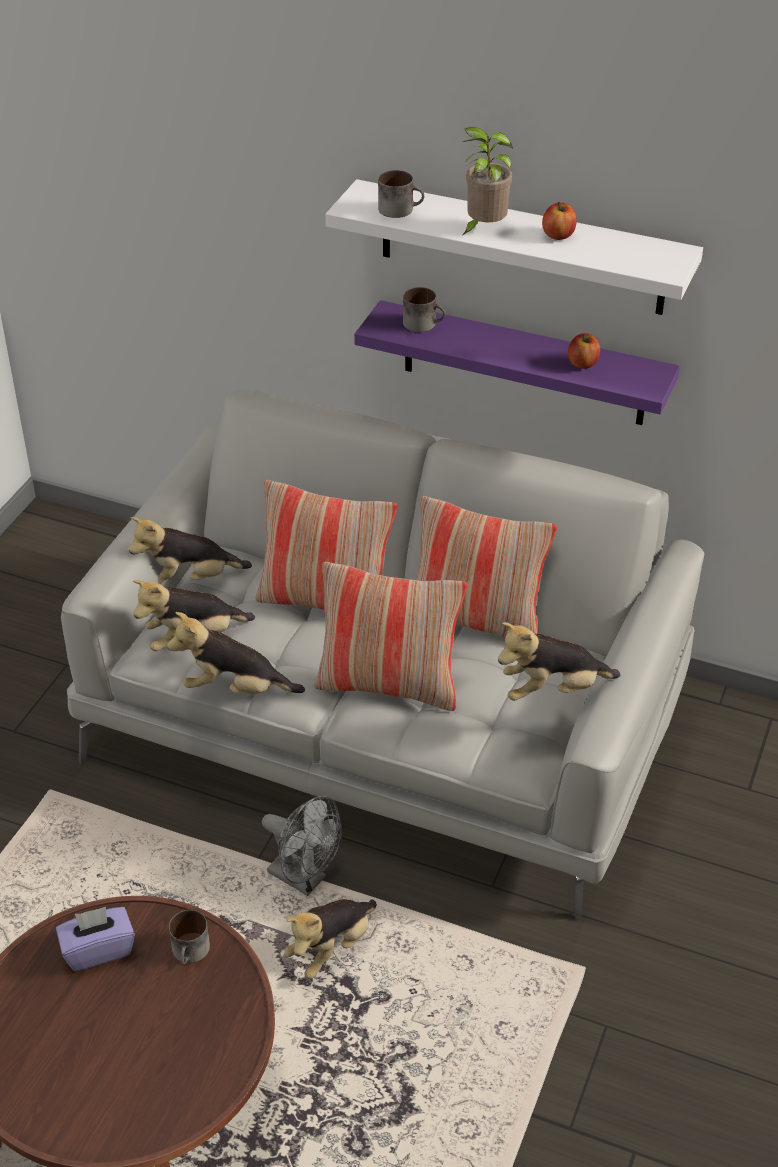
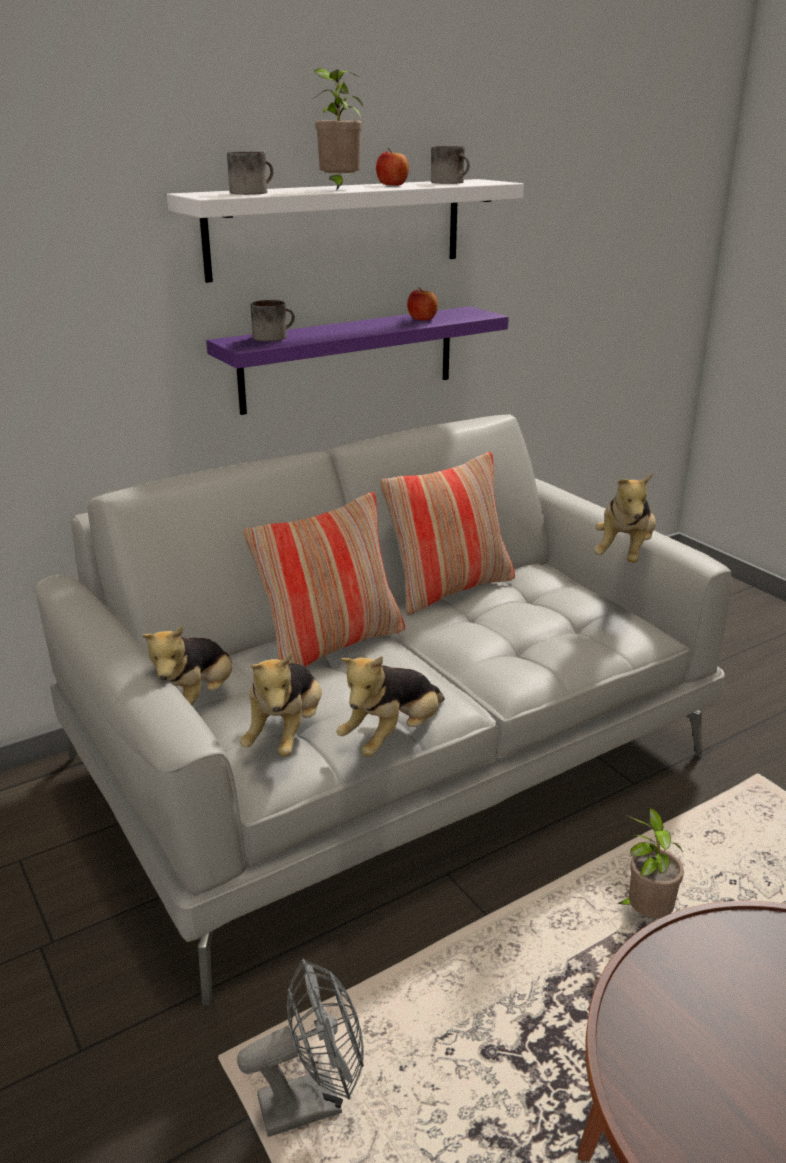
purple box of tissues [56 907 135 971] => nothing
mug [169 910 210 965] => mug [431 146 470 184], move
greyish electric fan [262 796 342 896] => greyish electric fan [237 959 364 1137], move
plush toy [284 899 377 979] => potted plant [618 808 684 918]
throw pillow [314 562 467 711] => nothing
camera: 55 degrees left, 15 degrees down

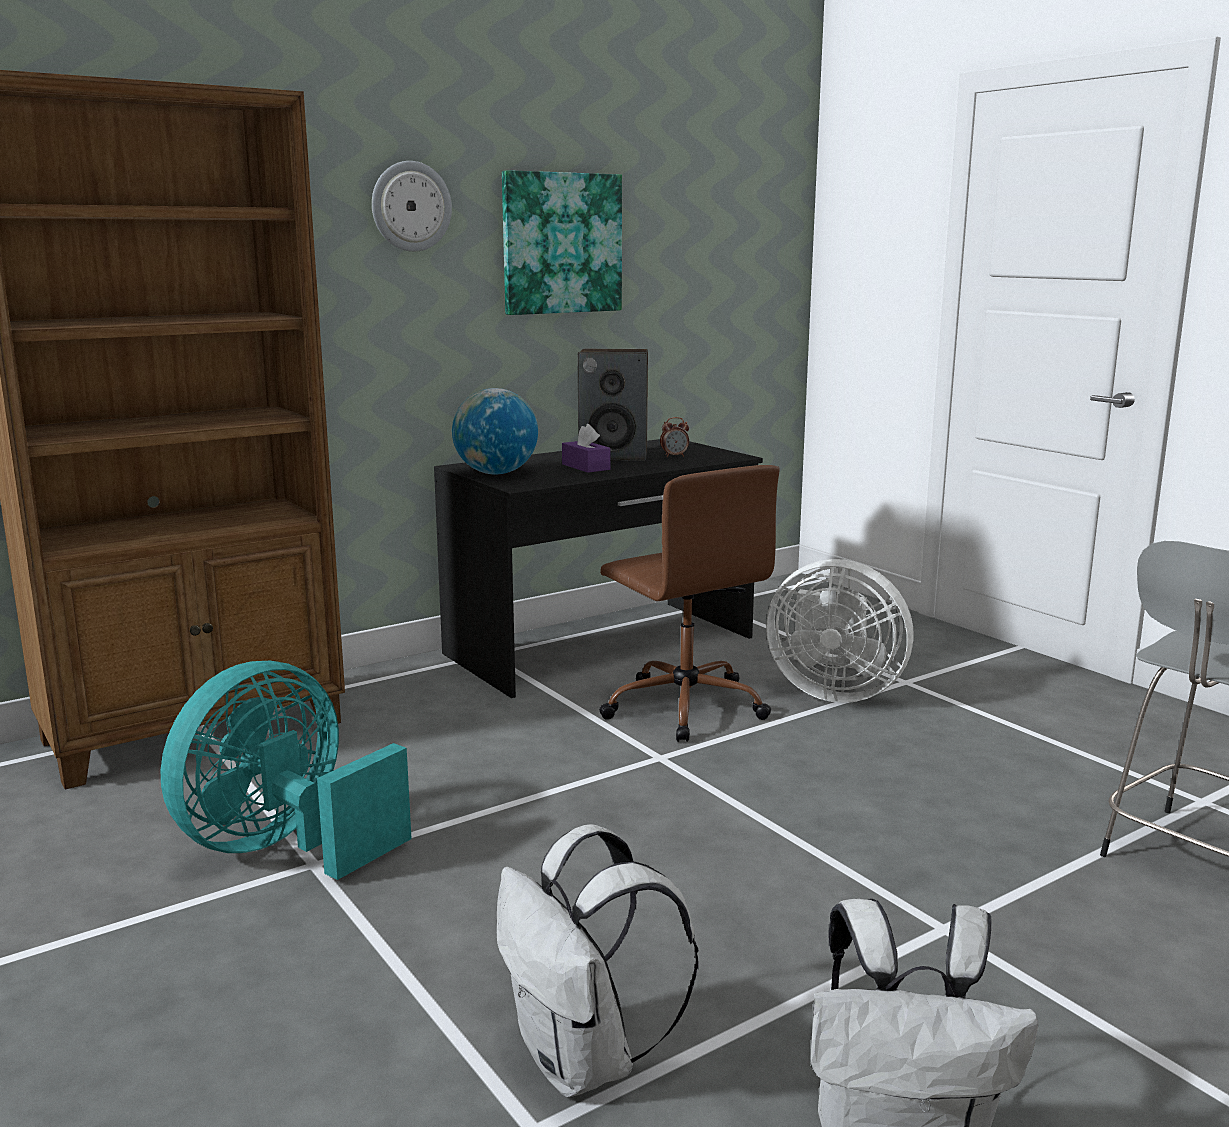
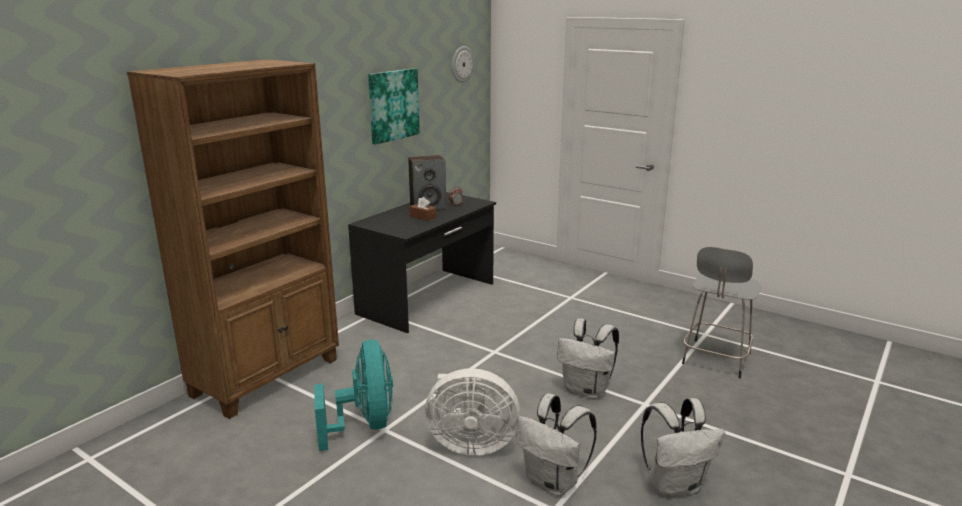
blue-green electric fan [160 661 412 880] => blue-green electric fan [314 340 393 451], 150 degrees clockwise
clock on the wall [372 161 452 252] => clock on the wall [452 46 474 83], move
globe [452 388 538 474] => nothing
purple box of tissues [562 424 611 473] => brown-coloured box of tissues [410 197 436 221]
brown-coloured desk chair [599 465 780 742] => nothing
white electric fan [766 559 914 703] => white electric fan [425 368 520 456], move
nothing => white knapsack [557 319 619 399]
camera: 20 degrees left, 5 degrees up

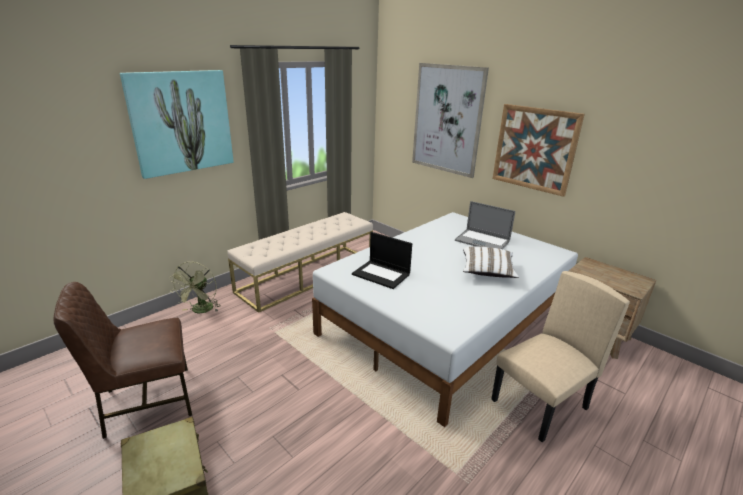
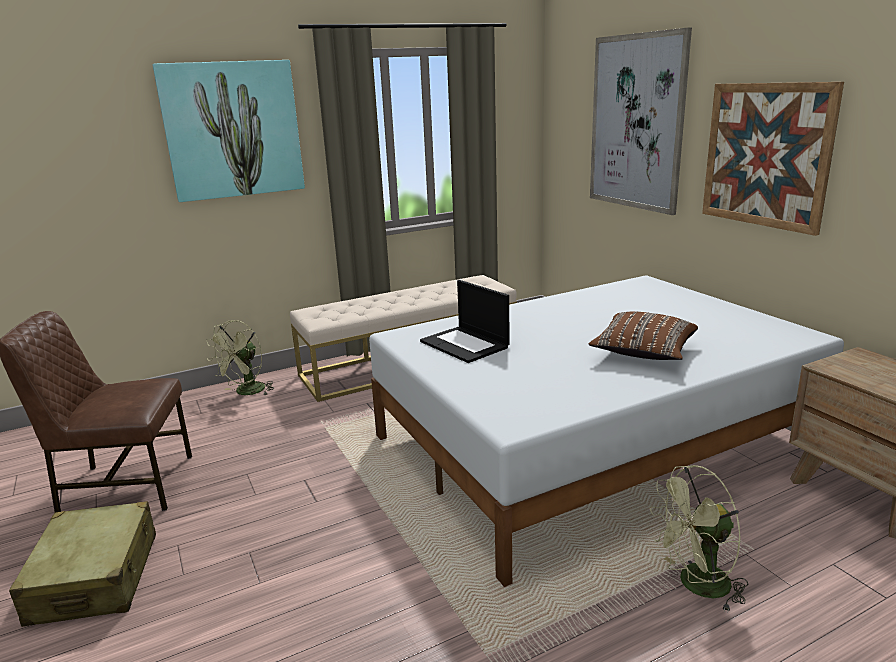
notebook computer [455 201 515 249] => nothing
white throw pillow [463 246 519 278] => brown-coloured throw pillow [589 311 698 360]
beige-coloured plain chair [491 271 630 442] => green electric fan [650 465 748 612]
camera: 20 degrees right, 5 degrees down

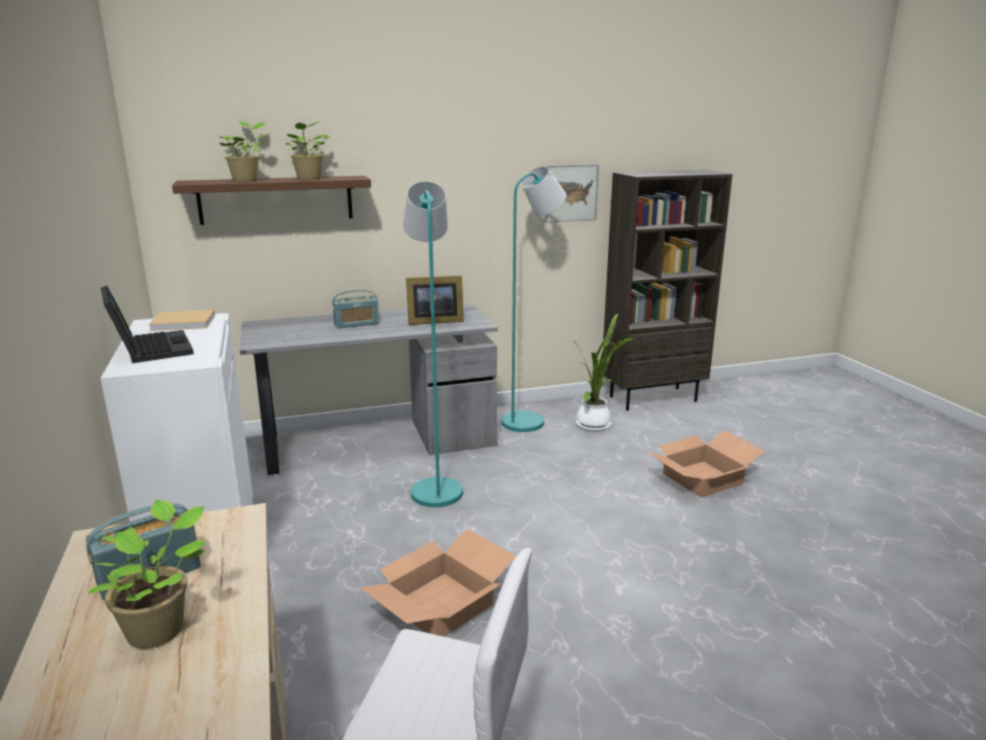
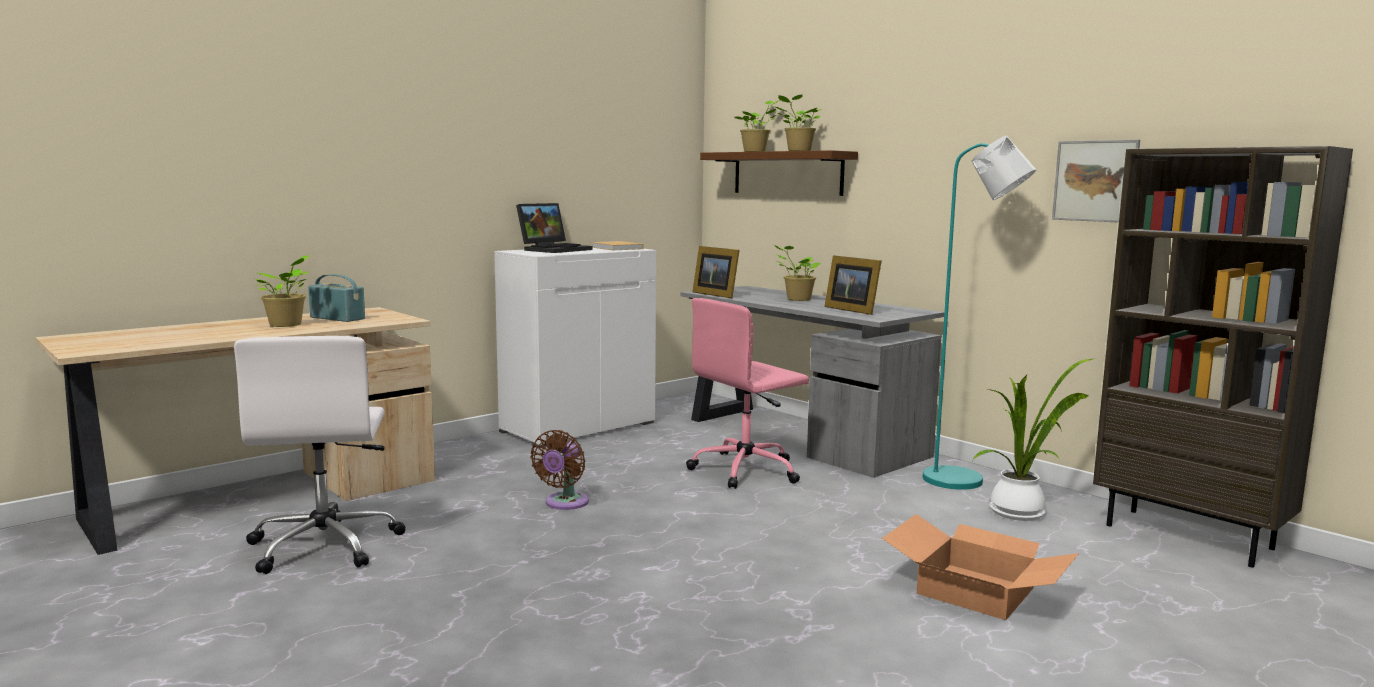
radio set [332 290 379 329] => potted plant [774 245 821 301]
carton [359 528 516 637] => brown-coloured electric fan [530 430 589 510]
blue-green standard lamp [403 181 463 507] => pink desk chair [686 298 809 489]
nothing => picture frame [692 246 740 298]
camera: 65 degrees right, 10 degrees down

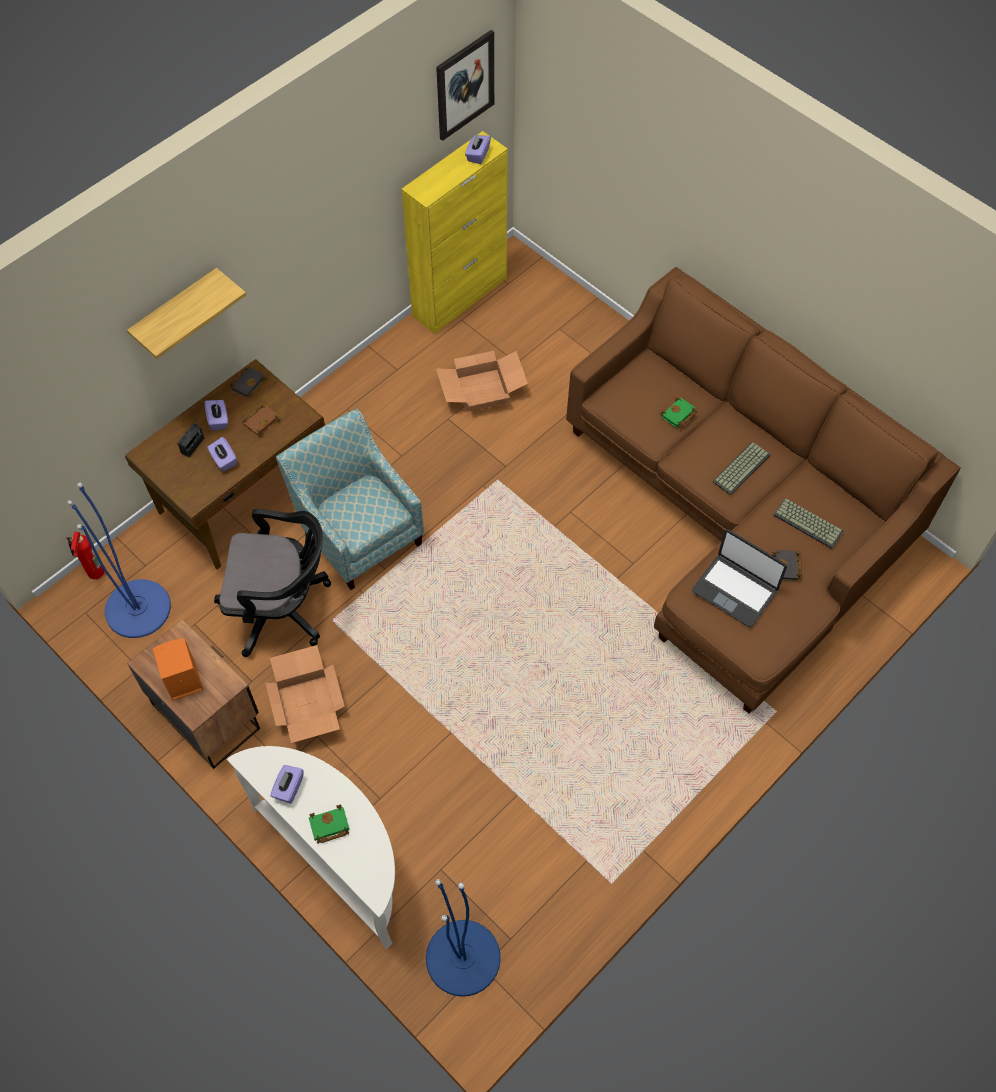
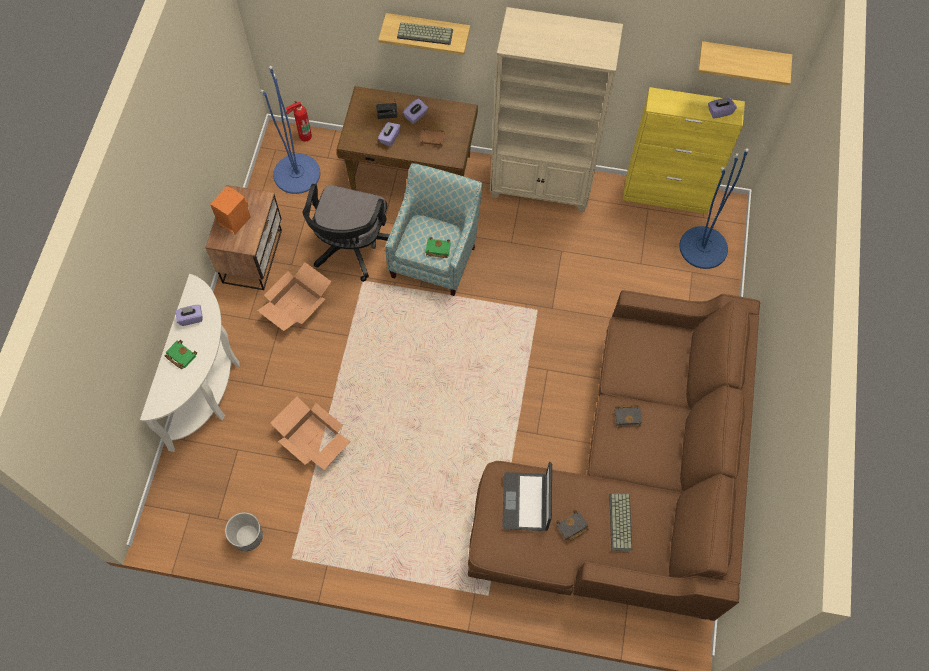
black-coloured desk chair [214 509 331 657] => black-coloured desk chair [303 184 390 282], 45 degrees clockwise
black-coloured volume [229 367 267 398] => black-coloured volume [614 405 642 428], move
bluish standard lamp [426 879 501 997] => bluish standard lamp [679 148 749 269], move
wall art [436 30 494 141] => wall shelf [698 41 792 86]
carton [436 351 528 412] => carton [270 396 351 469], move
green volume [660 397 697 428] => green volume [425 237 451 258], move
PC keyboard [713 442 771 495] => PC keyboard [397 22 453 45], move
nothing => plant pot [225 512 263 551]
nothing => beige-coloured shelving unit [490 7 623 212]
camera: 55 degrees right, 5 degrees up

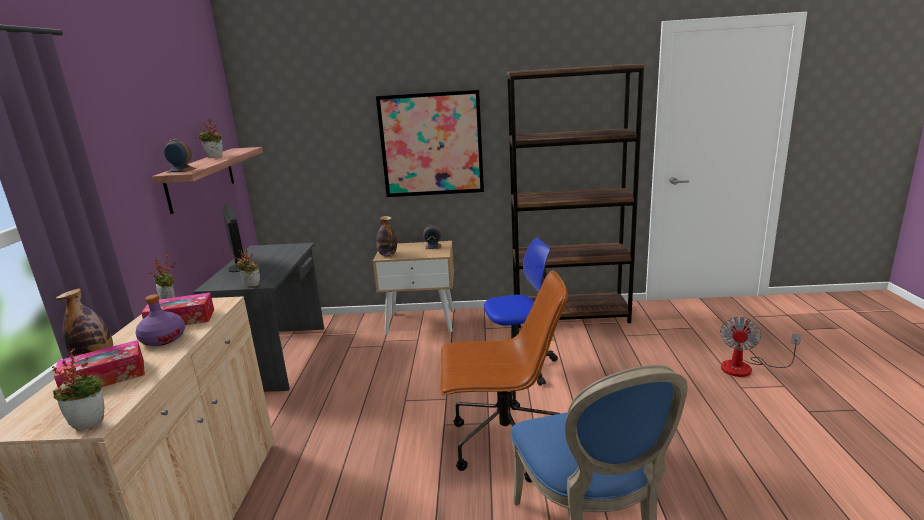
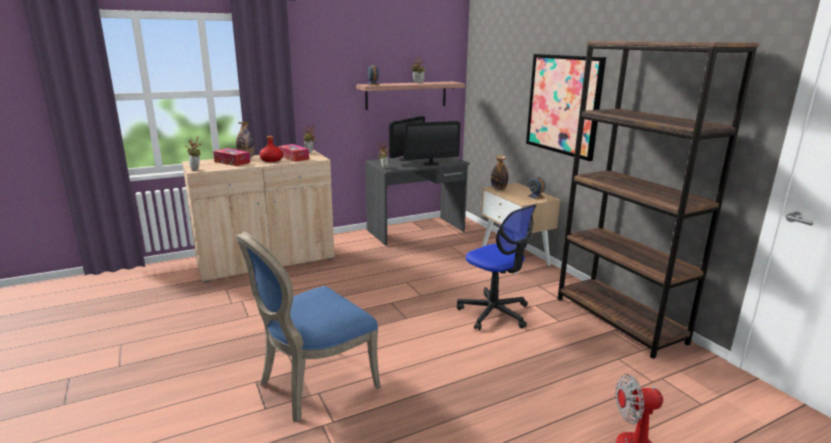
purple drink bottle [135 294 185 346] => red drink bottle [259 136 283 162]
brown-coloured desk chair [440 271 568 483] => nothing
nothing => computer display [404 121 461 166]
camera: 60 degrees right, 0 degrees up

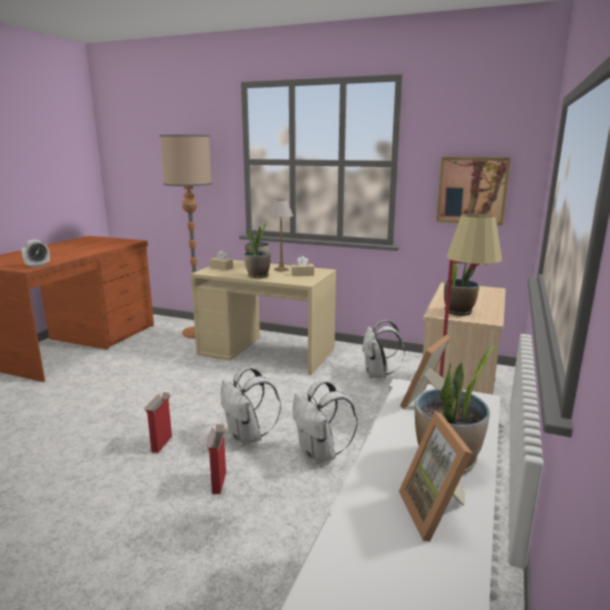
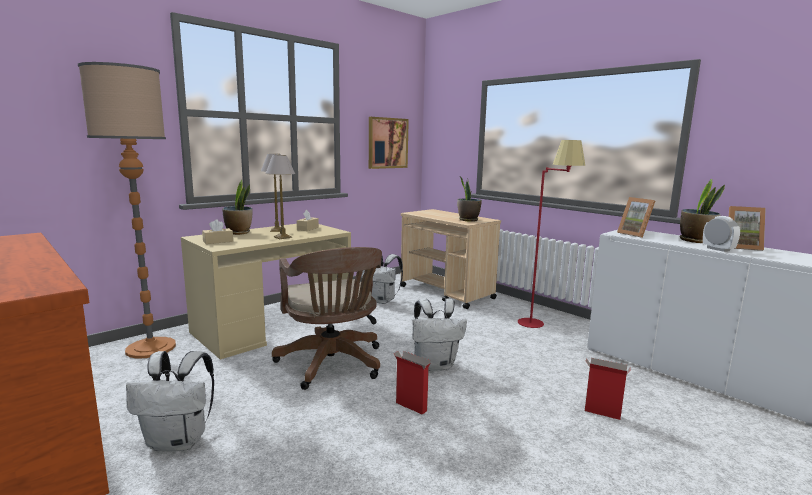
bedside clock [22 240 50 268] => bedside clock [703 216 740 252], move
carton [206 424 226 494] => carton [585 358 631 420], move
potted plant [244 230 271 278] => tabletop lamp [265 155 295 239]
white knapsack [293 380 357 465] => white knapsack [126 351 214 451], move
nothing => brown-coloured desk chair [272 247 382 390]
camera: 65 degrees left, 5 degrees down

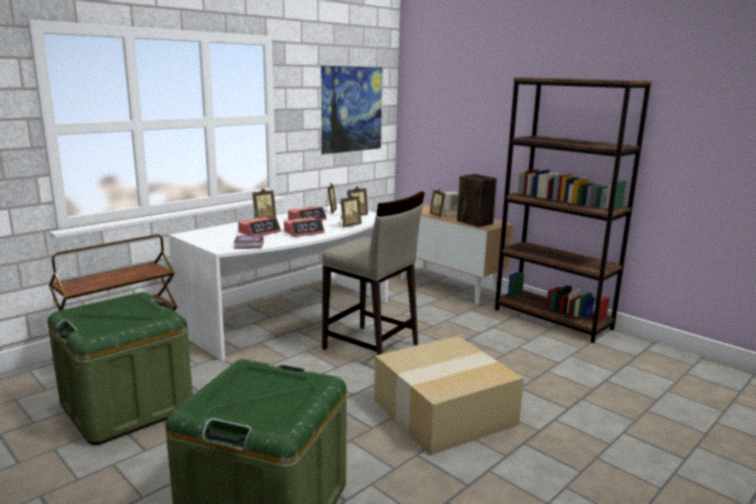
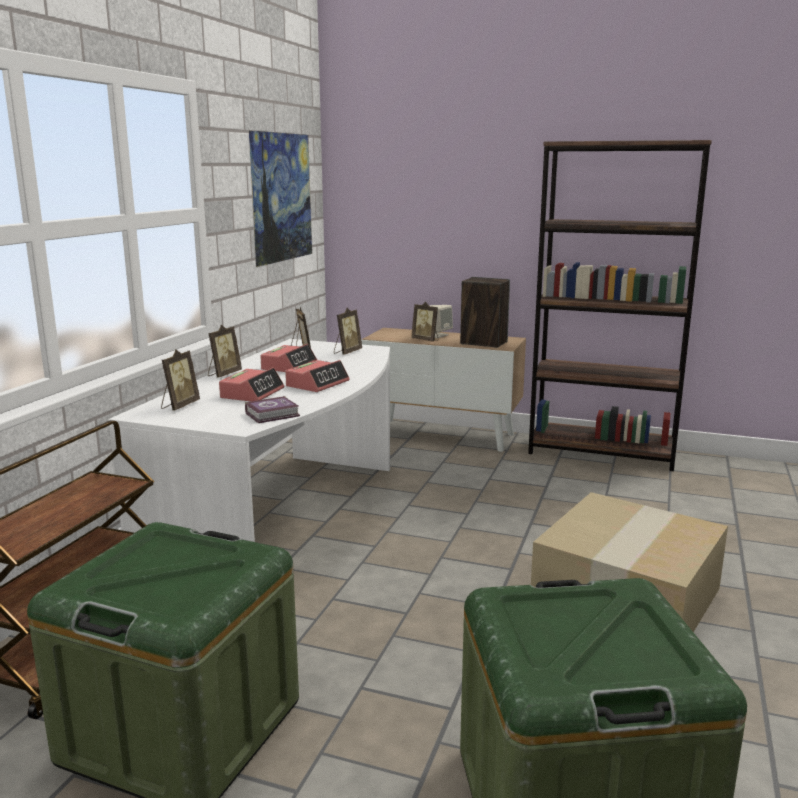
beige-coloured stool [322 191 425 355] => nothing
picture frame [339 194 362 228] => picture frame [161 349 200 410], move
camera: 25 degrees left, 0 degrees up

